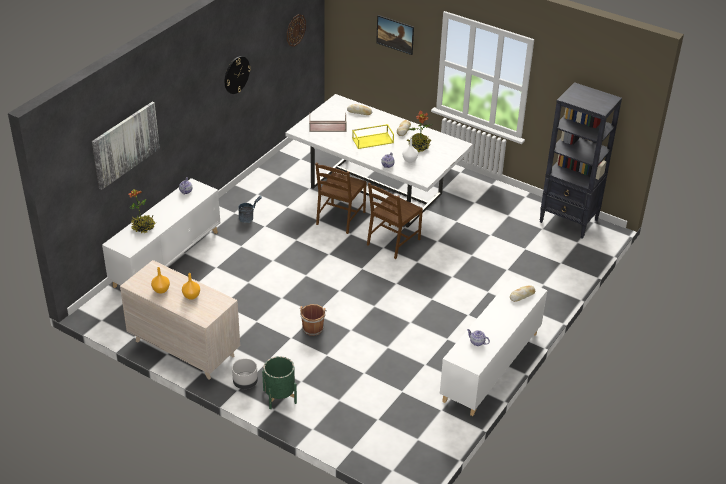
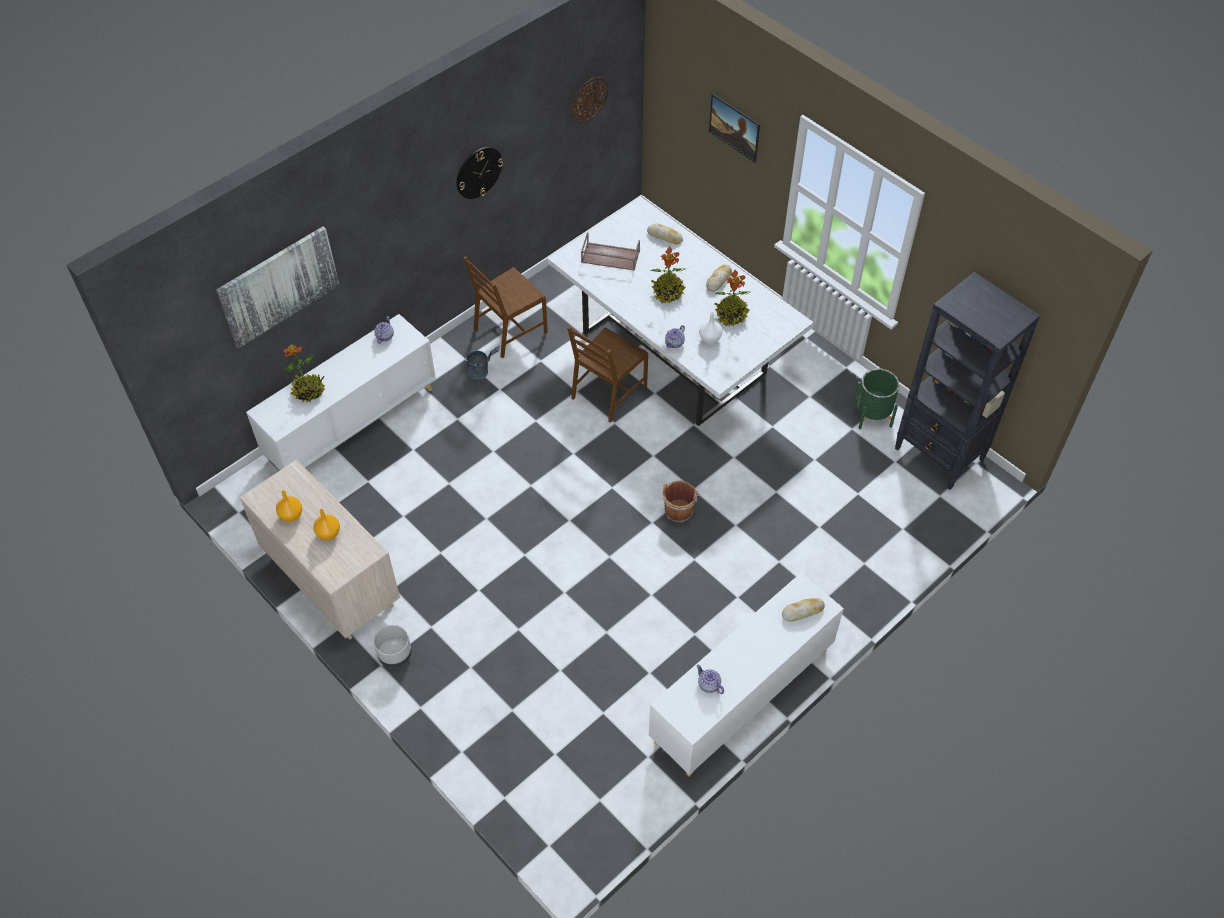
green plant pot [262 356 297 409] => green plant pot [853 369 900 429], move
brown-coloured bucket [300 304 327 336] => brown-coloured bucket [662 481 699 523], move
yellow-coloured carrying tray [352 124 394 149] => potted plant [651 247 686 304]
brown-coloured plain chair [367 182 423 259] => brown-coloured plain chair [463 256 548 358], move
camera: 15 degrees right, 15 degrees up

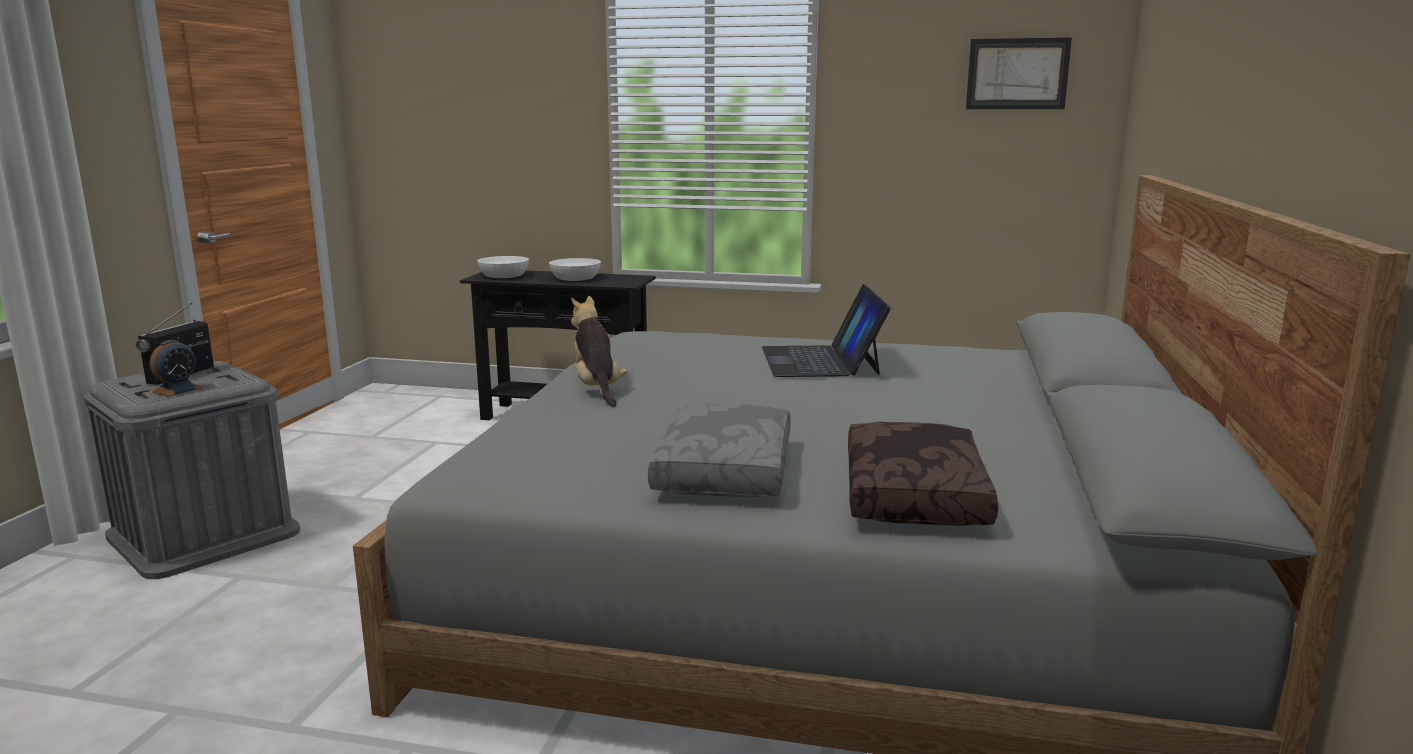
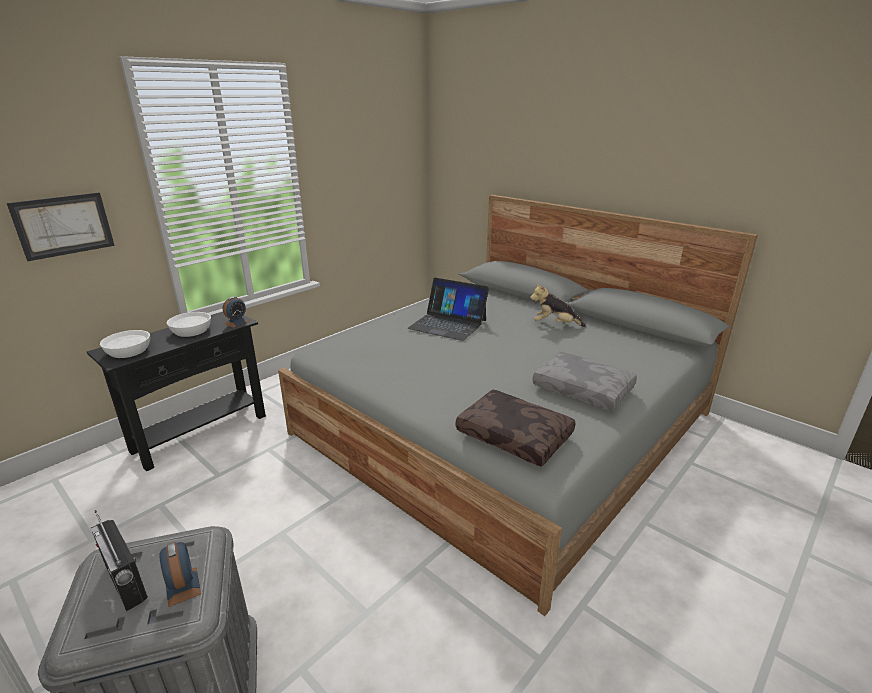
plush toy [571 296 627 407] => plush toy [530 283 586 327], move
brown-coloured throw pillow [848 422 998 526] => brown-coloured throw pillow [456 390 576 467], move
wall art [966 37 1072 109] => wall art [7 193 115 261], move
nothing => bedside clock [223 296 249 328]
camera: 60 degrees left, 10 degrees up

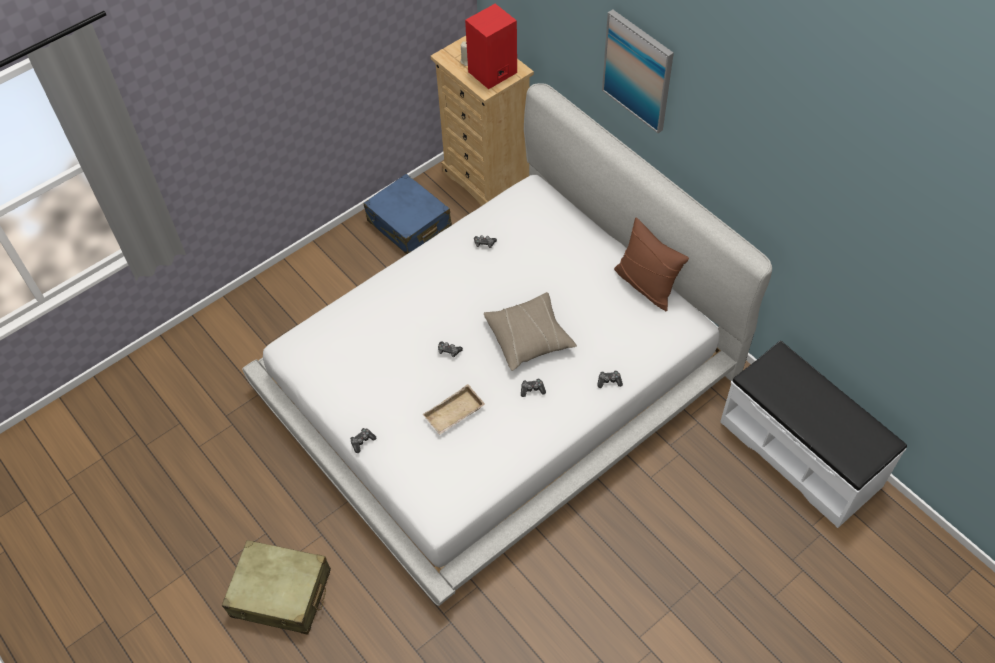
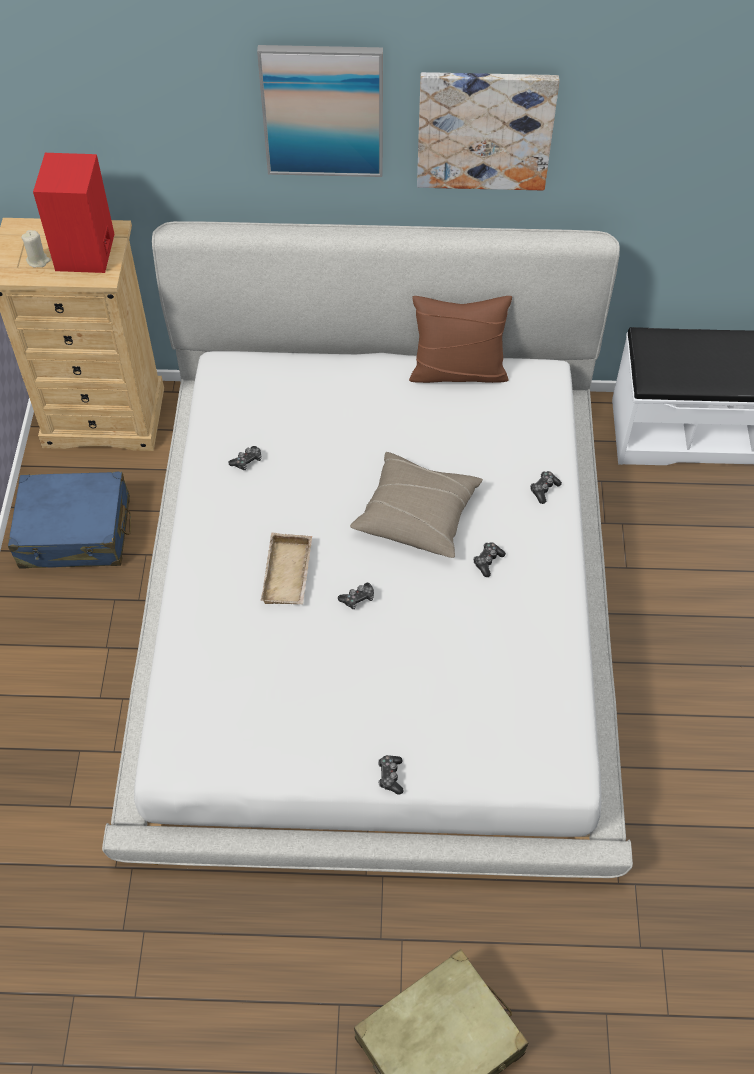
beige-coloured carrying tray [423 384 485 435] => beige-coloured carrying tray [261 533 312 605], move
nothing => wall art [417 72 559 191]
camera: 50 degrees left, 0 degrees up

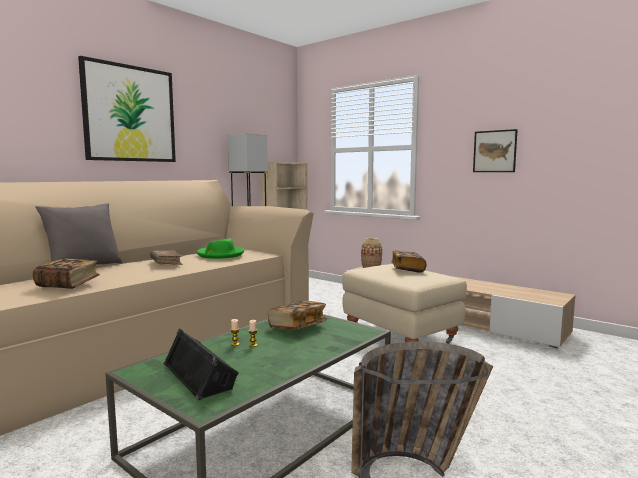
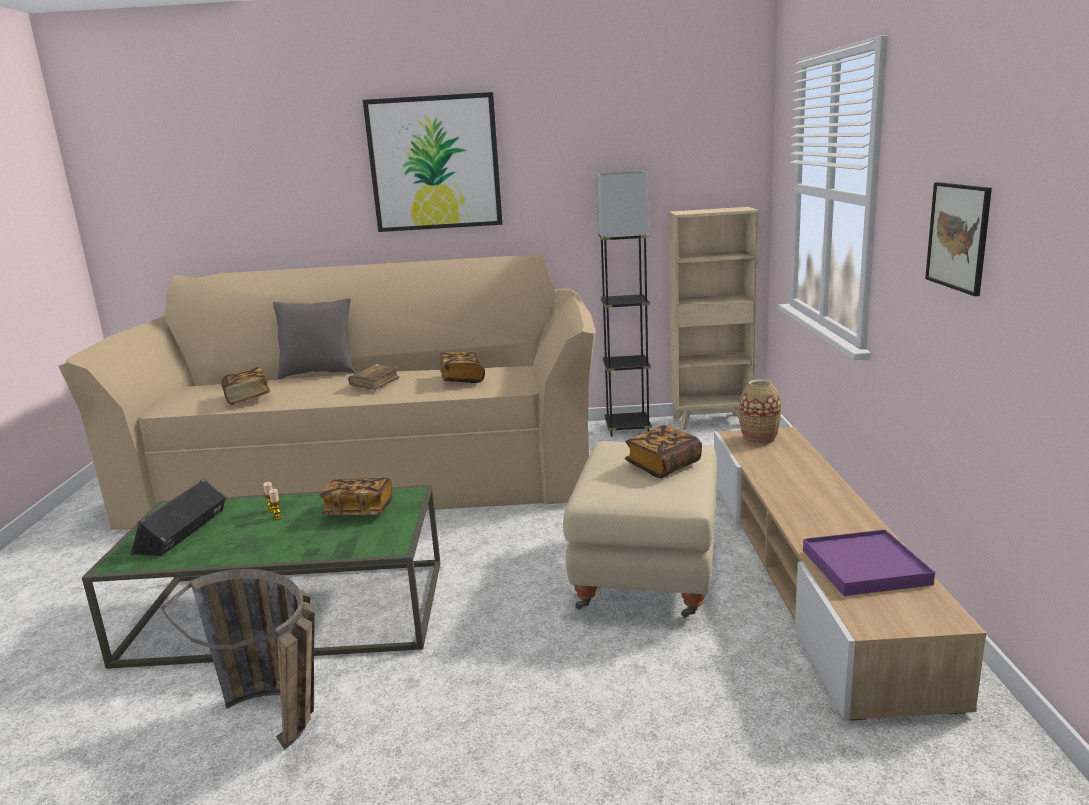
green wearable hat [197 238 244 259] => volume [440 352 485 383]
nothing => purple carrying tray [803 529 935 596]
camera: 50 degrees right, 10 degrees up

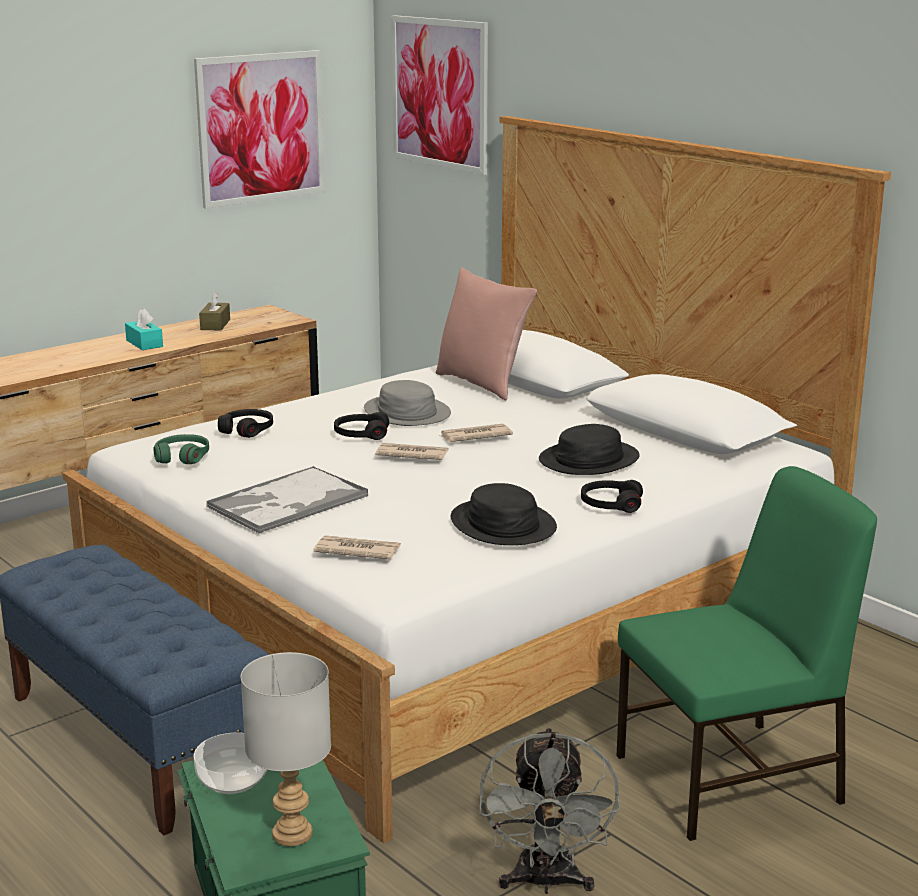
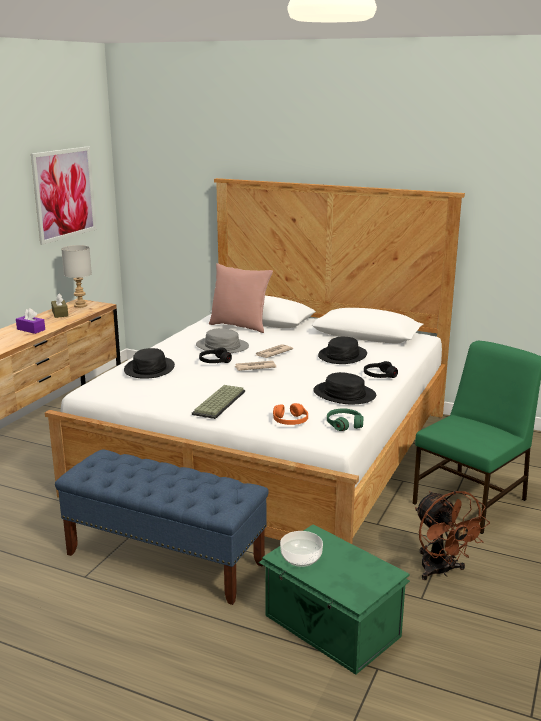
blue-green box of tissues [125 308 163 350] => purple box of tissues [16 308 45 334]
green headset [154 434 209 464] => green headset [327 408 363 431], move
carrying tray [207 466 368 534] => PC keyboard [192 385 245 419]
black-coloured headset [218 409 273 438] => black-coloured wearable hat [124 348 175 379]
greyish tabletop lamp [241 652 331 846] => greyish tabletop lamp [61 245 92 308], move
printed paper [313 535 401 560] => orange headset [273 403 308 425]
wall art [391 15 488 175] => nothing
greyish electric fan [480 727 620 894] => brown-coloured electric fan [415 491 490 580]
camera: 25 degrees left, 0 degrees up

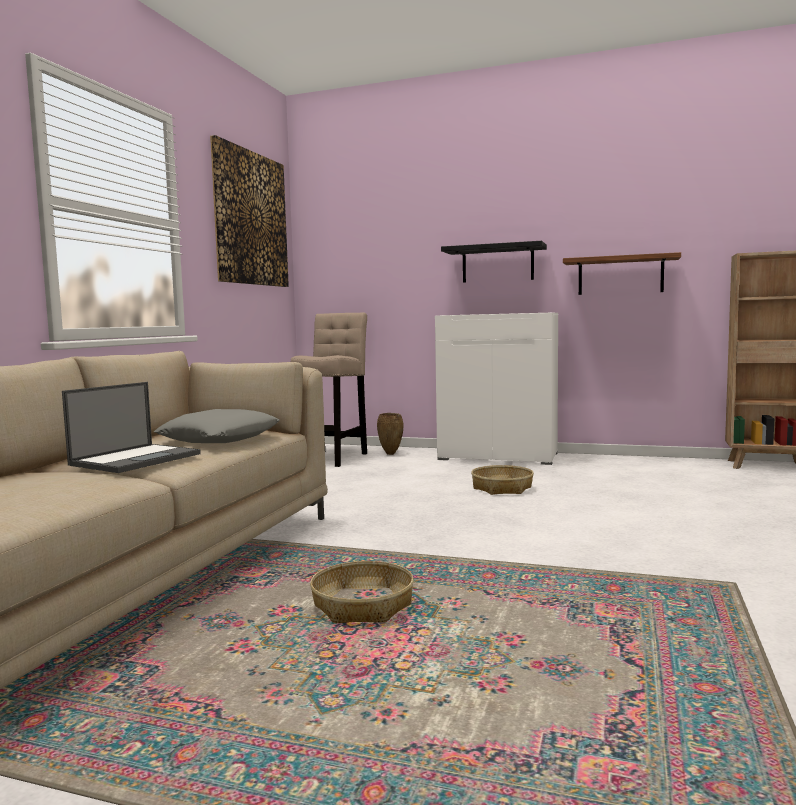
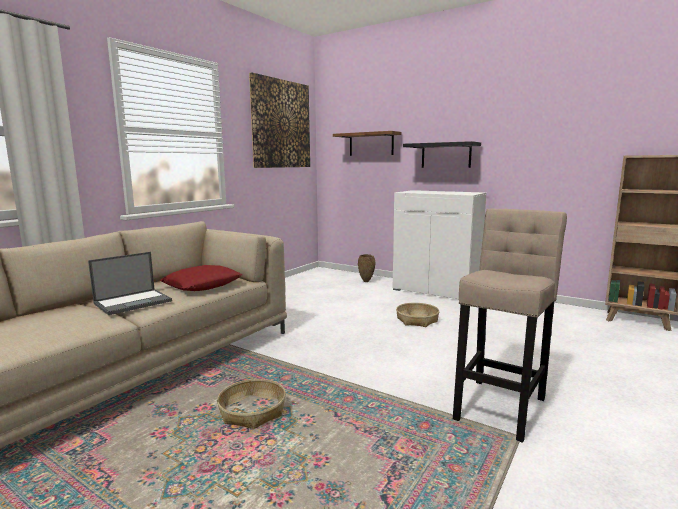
greyish throw pillow [154 409 279 443] => red throw pillow [160 265 242 291]
beige-coloured stool [291 313 367 467] => beige-coloured stool [453 208 567 443], move
wall shelf [563 252 681 295] => wall shelf [333 131 401 156], move
camera: 15 degrees right, 5 degrees up

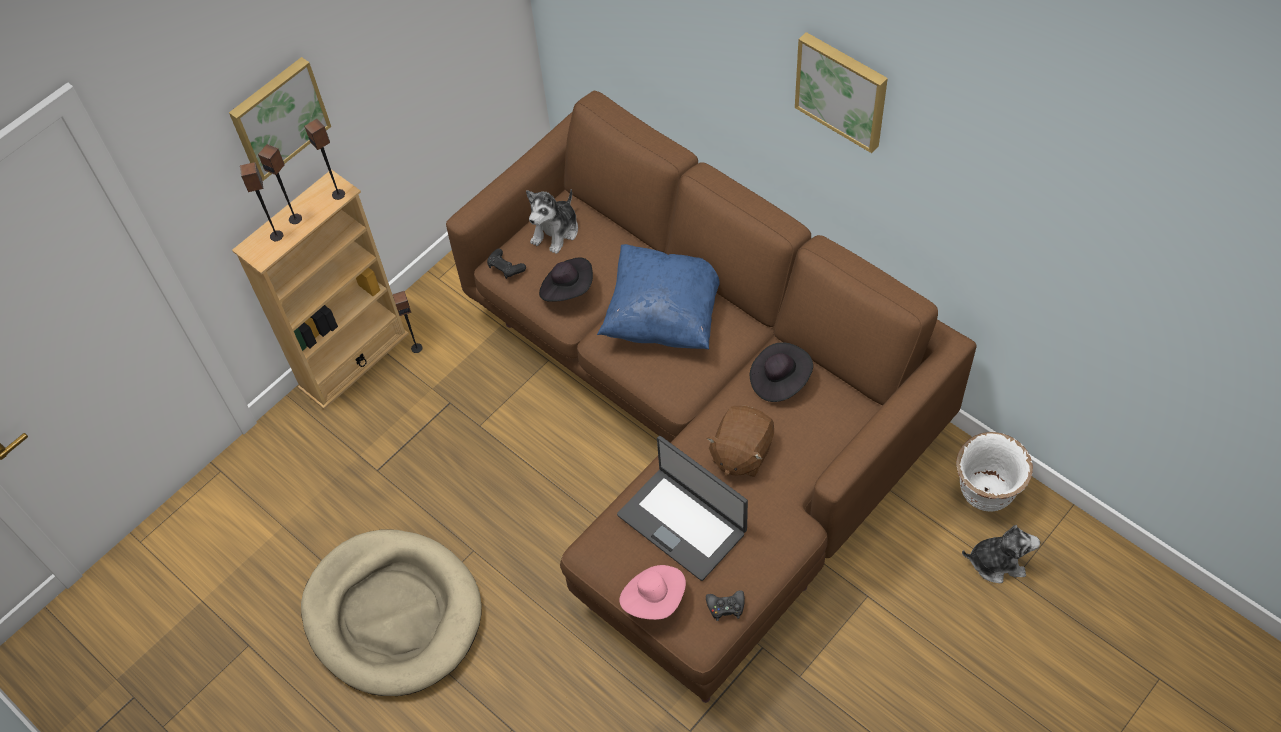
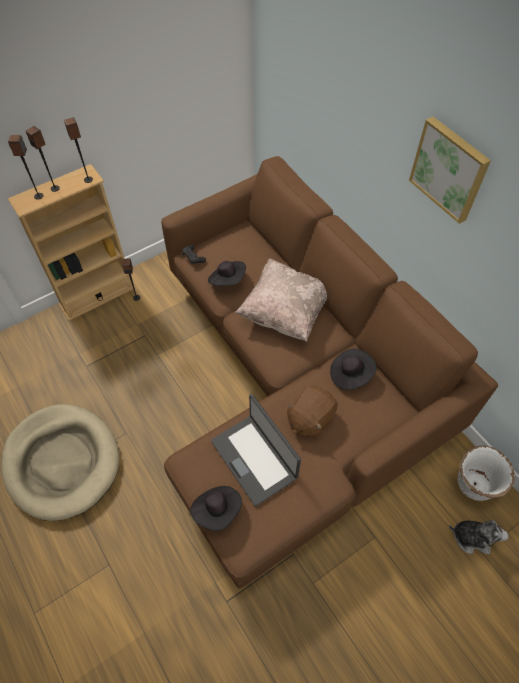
wall art [229 57 331 181] => nothing
plush toy [526 189 578 254] => nothing
bluish throw pillow [597 244 720 349] => beige-coloured throw pillow [235 259 327 342]
pink wearable hat [619 565 686 620] => black-coloured wearable hat [190 486 242 531]
black-coloured joypad [706 590 745 621] => nothing
camera: 10 degrees right, 0 degrees up

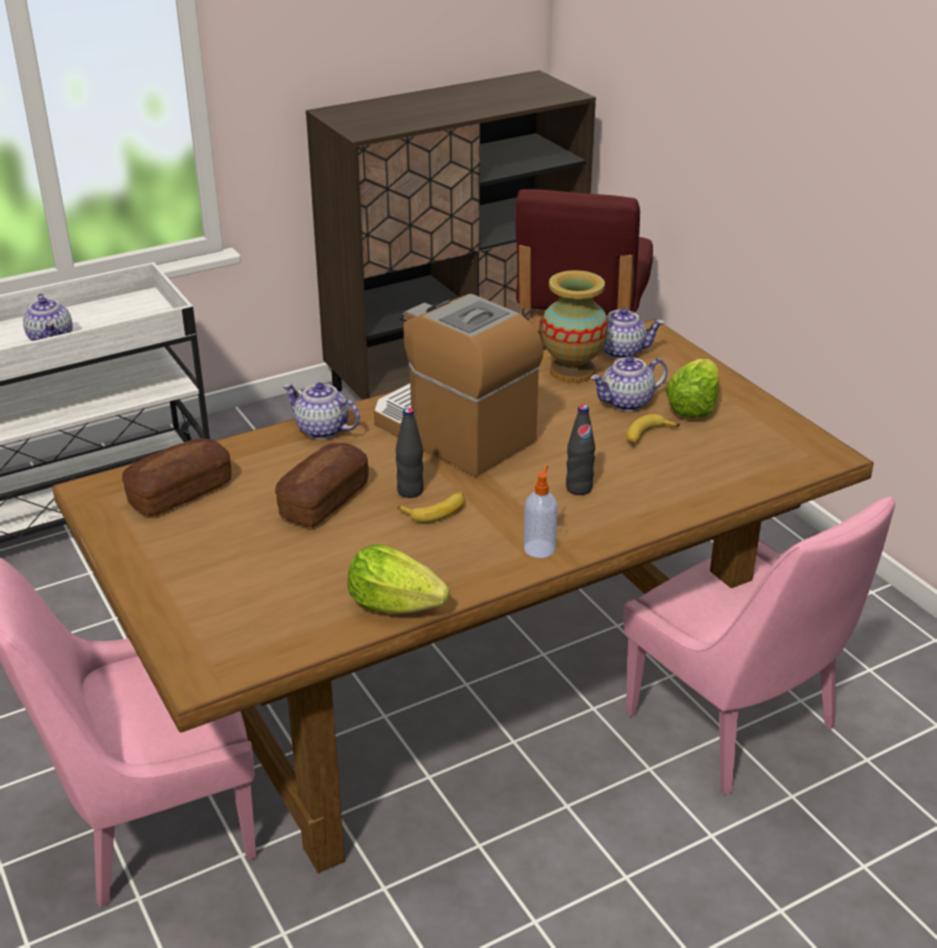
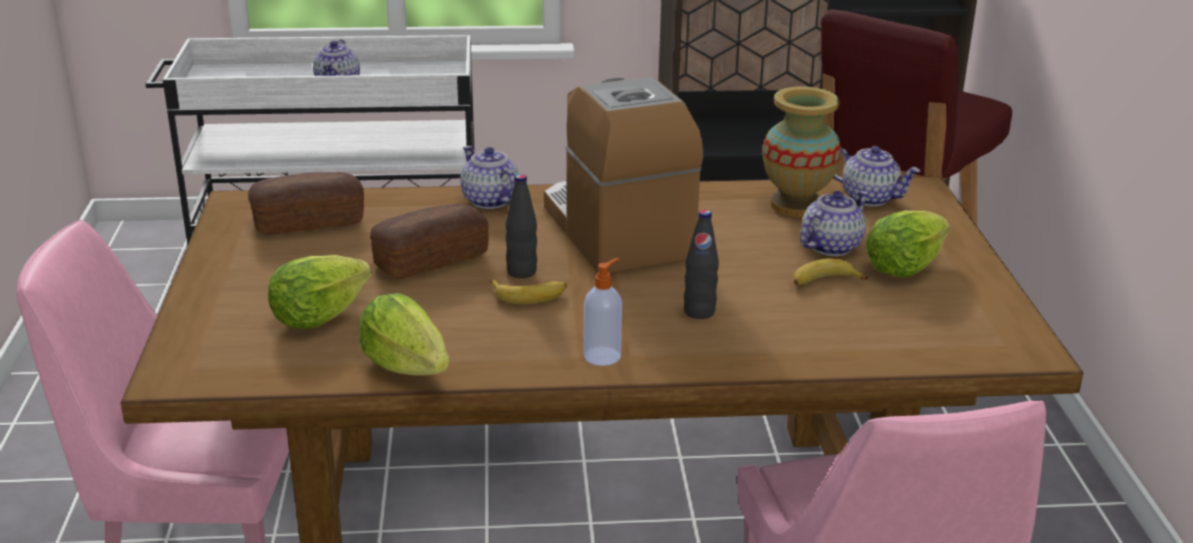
pot for tea [590 356 667 411] => pot for tea [800 191 869 256], 135 degrees clockwise
nothing => lettuce head [268 255 371 329]
camera: 25 degrees right, 5 degrees down

